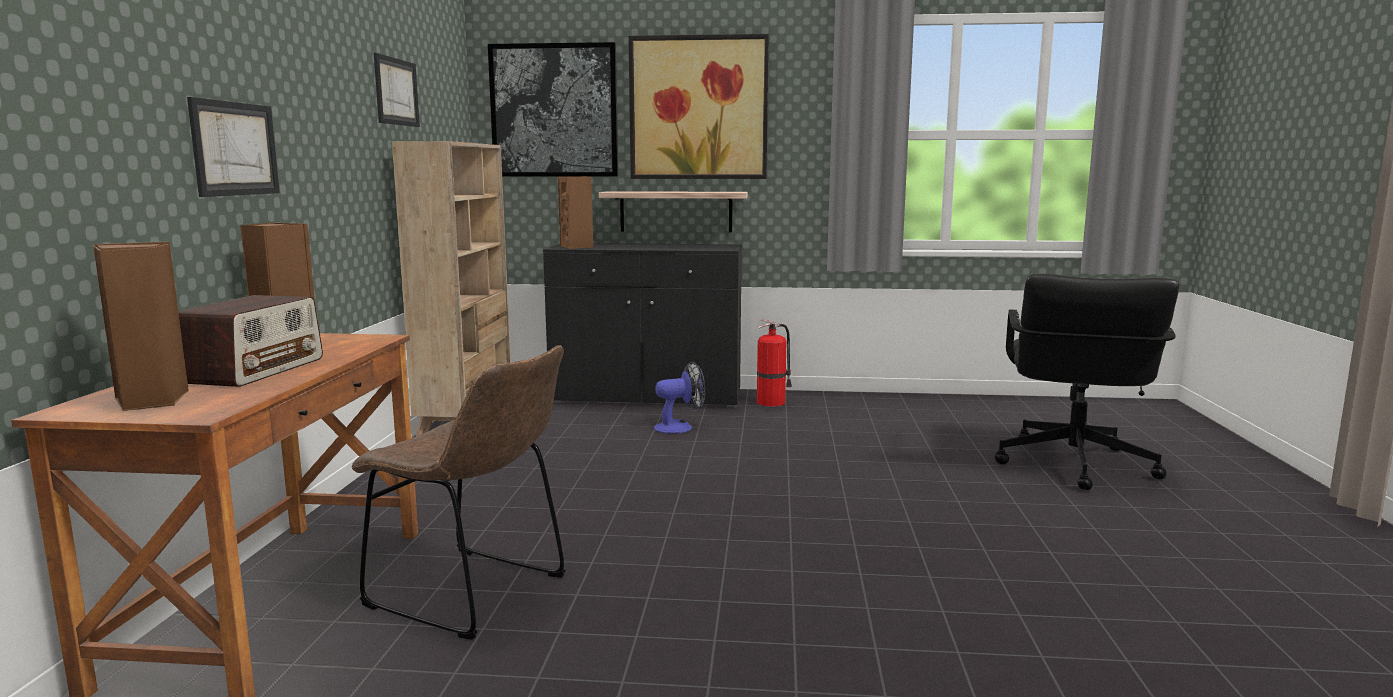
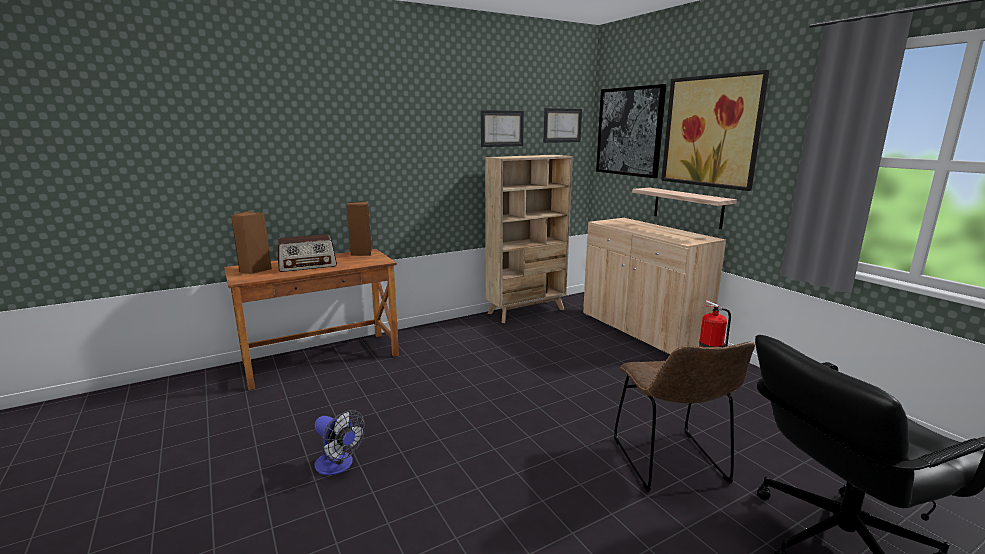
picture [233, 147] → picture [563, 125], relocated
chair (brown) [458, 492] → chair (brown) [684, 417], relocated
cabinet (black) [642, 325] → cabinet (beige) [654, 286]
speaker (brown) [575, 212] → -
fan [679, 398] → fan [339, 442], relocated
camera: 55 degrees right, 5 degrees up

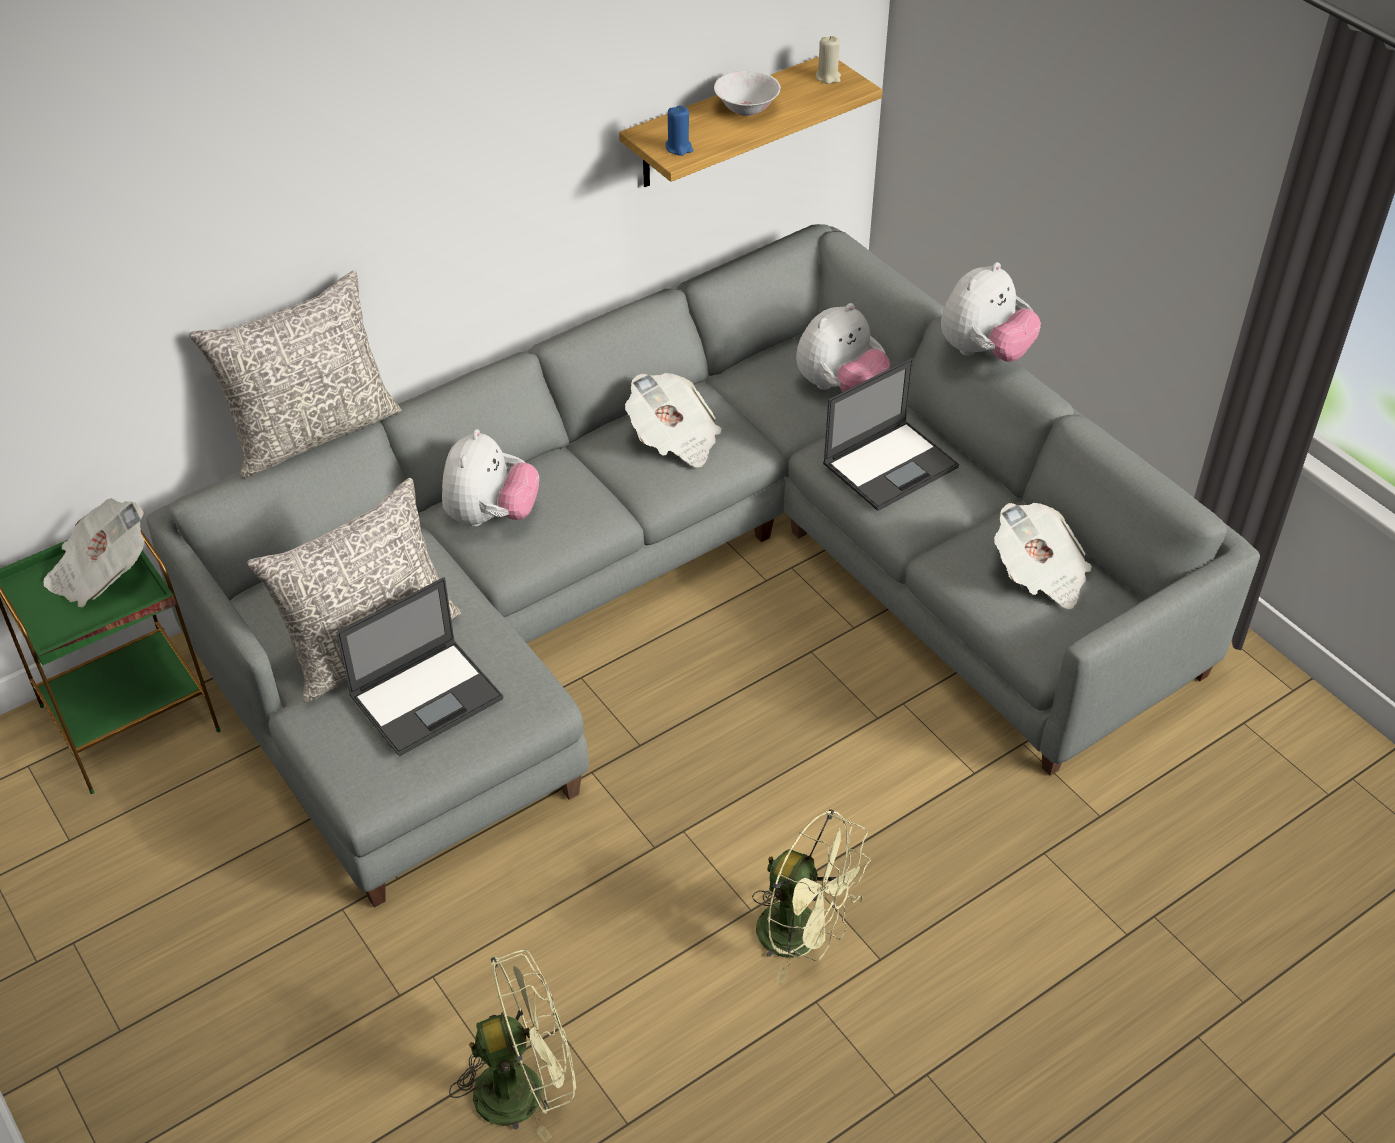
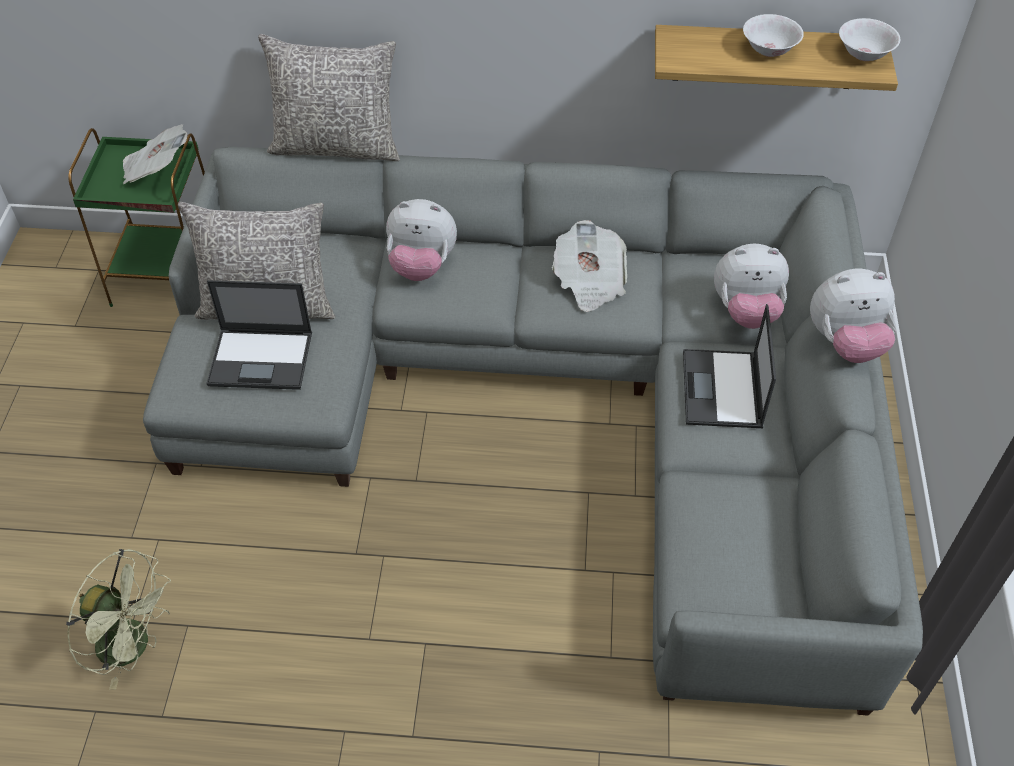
plush toy [490, 478] → plush toy [421, 240], 45 degrees clockwise
candle (blue) [679, 130] → -
fan (green) [811, 896] → -
candle (beige) [828, 60] → bowl (white) [869, 39]
laptop [891, 434] → laptop [729, 366], 90 degrees clockwise
newspaper [1043, 556] → -
camera: 40 degrees right, 5 degrees up

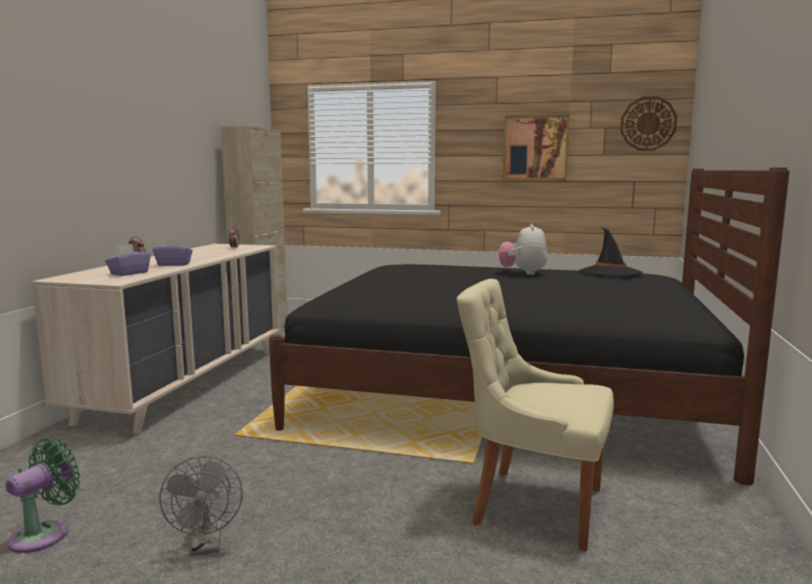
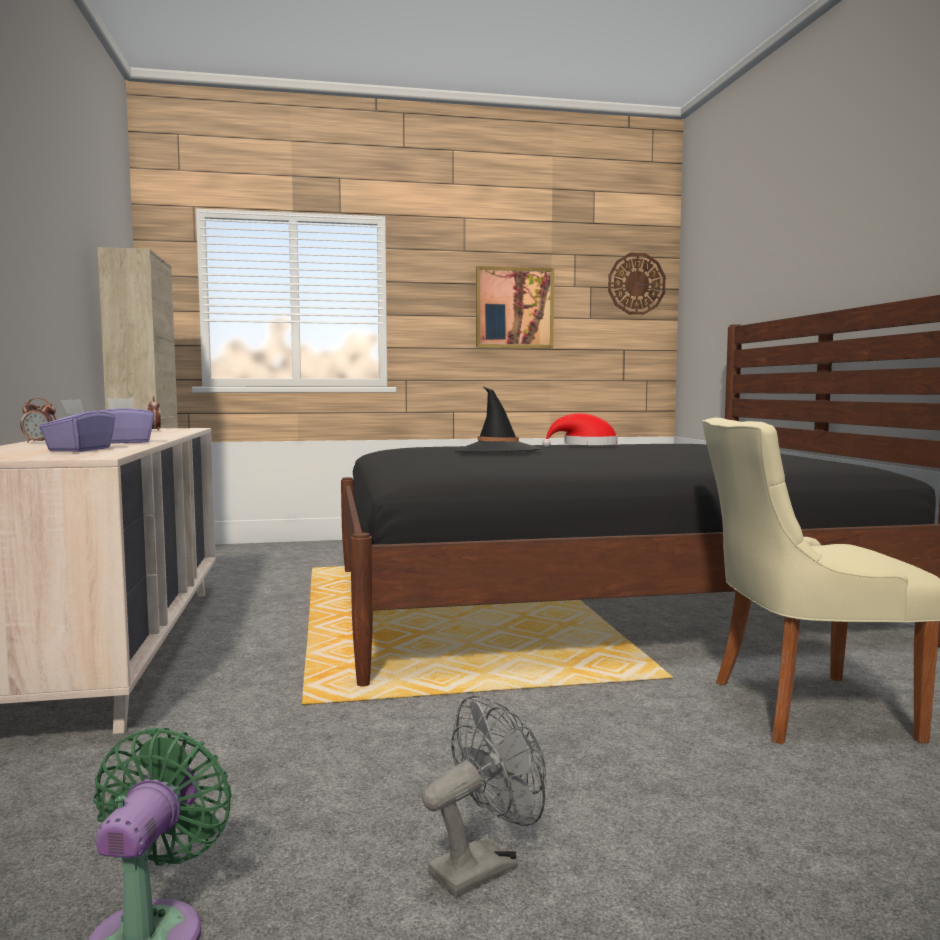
fan (grey) [201, 506] → fan (grey) [484, 795], 90 degrees counterclockwise
plush toy [523, 249] → hat (red) [580, 430]
hat (black) [610, 251] → hat (black) [498, 419], relocated
camera: 25 degrees left, 5 degrees down

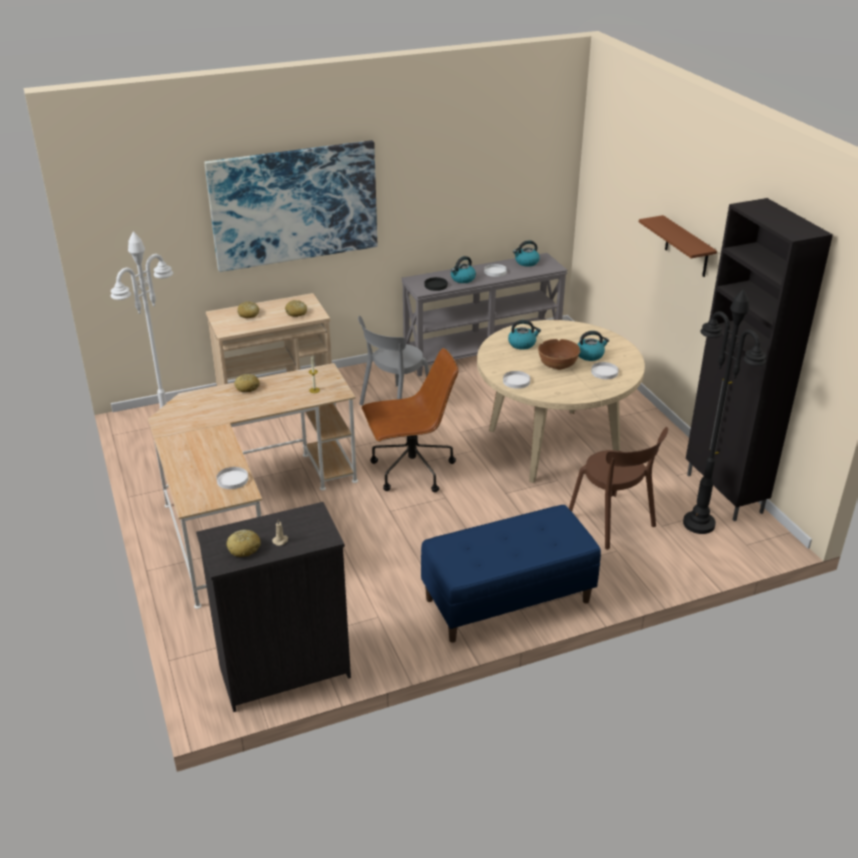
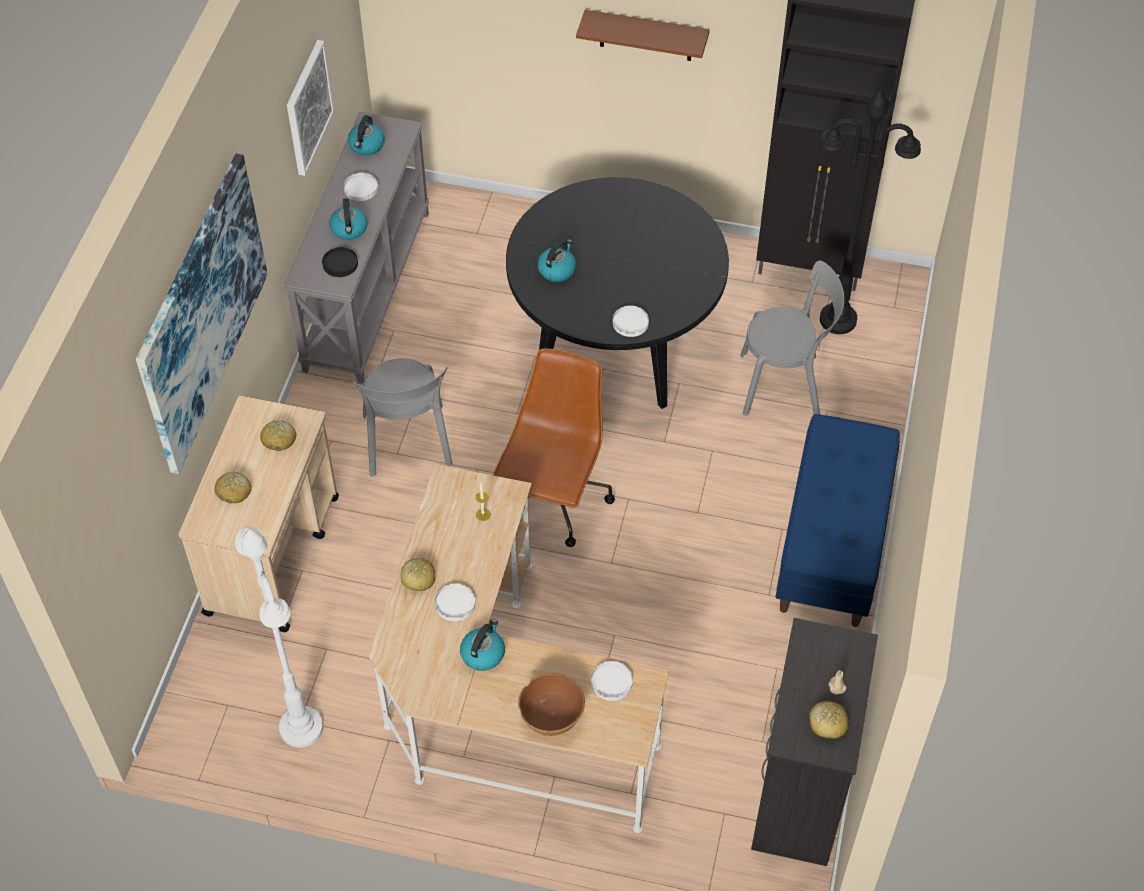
dining table (beige) [561, 401] → dining table (black) [617, 293]
bowl (brown) [559, 354] → bowl (brown) [551, 704], relocated
chair (brown) [618, 488] → chair (grey) [792, 338]
kettle [593, 346] → kettle [482, 644], relocated
plate (white) [605, 370] → plate (white) [455, 602], relocated
- → picture [310, 108]
camera: 55 degrees left, 20 degrees up

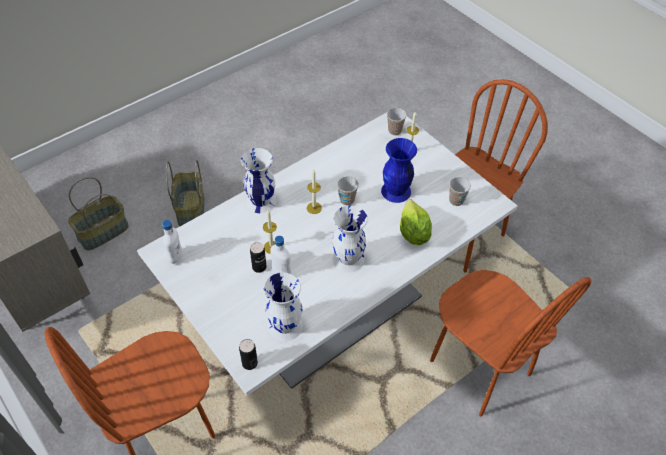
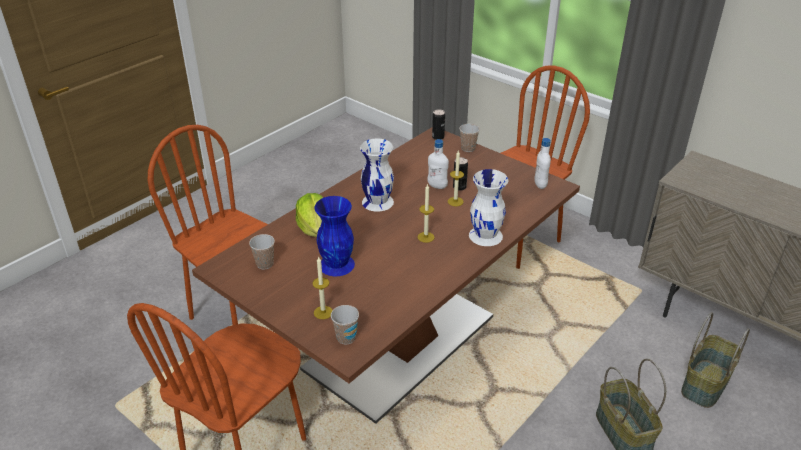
dining table (white) [327, 254] → dining table (brown) [386, 275]
vase (white) [283, 307] → -
cup [348, 190] → cup [469, 138], relocated
camera: 170 degrees right, 15 degrees down

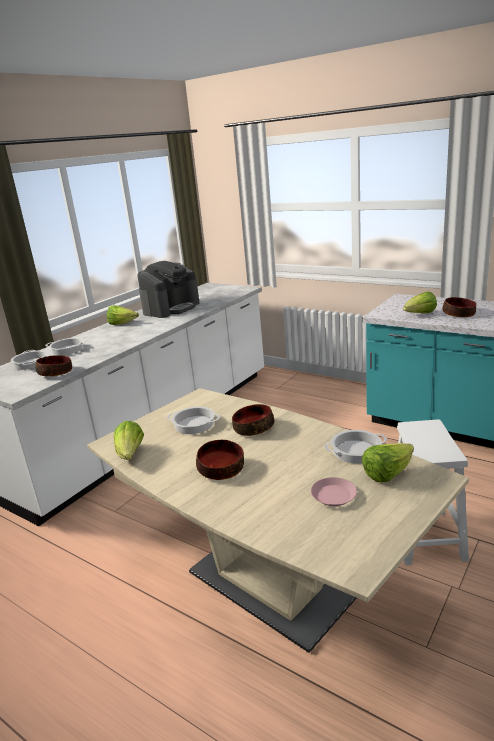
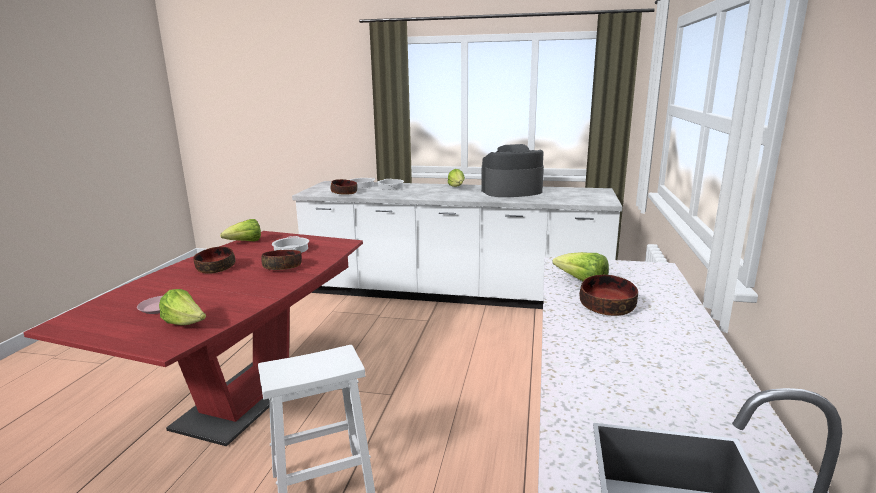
dining table (beige) [278, 520] → dining table (red) [193, 338]
coffee machine [168, 289] → coffee machine [512, 170], 150 degrees clockwise
cooking pot [355, 447] → -
camera: 65 degrees right, 5 degrees down

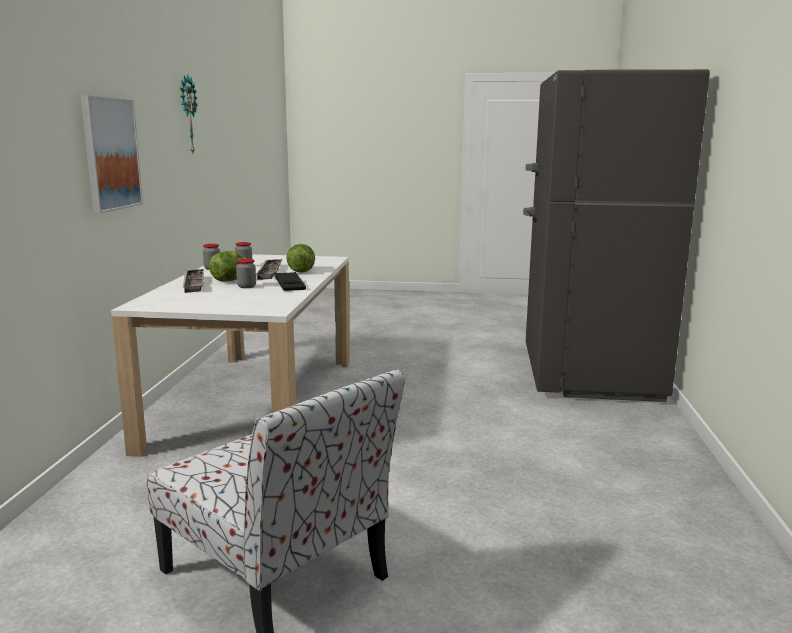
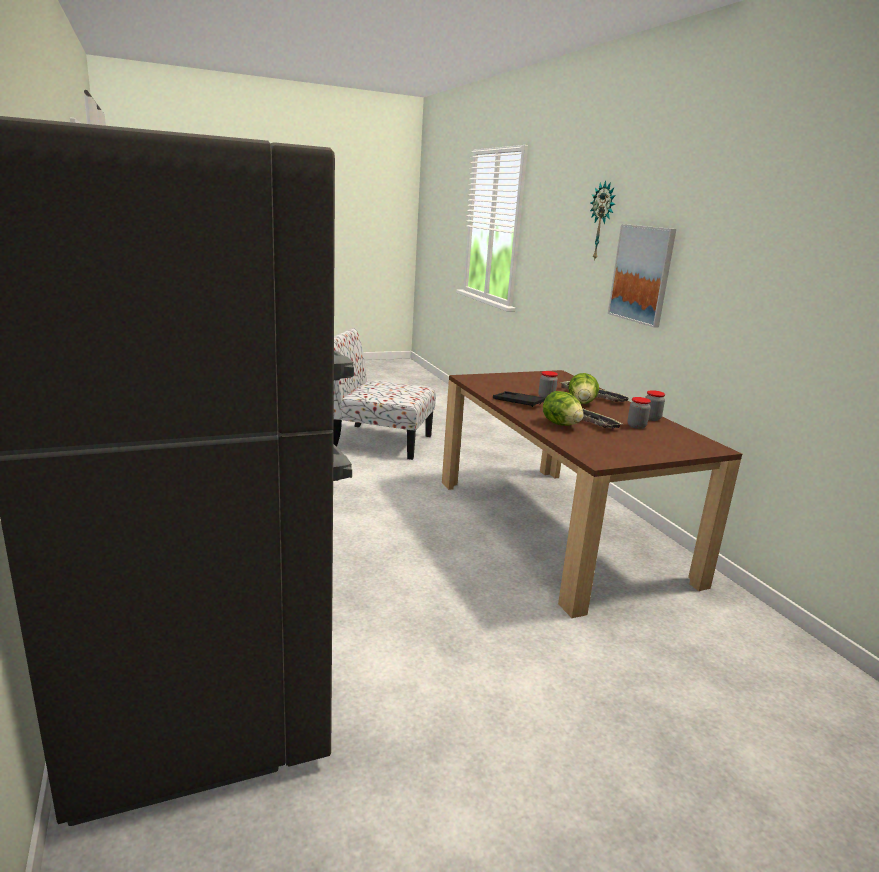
dining table (white) [230, 355] → dining table (brown) [592, 494]
wall clock [189, 114] → wall clock [603, 220], relocated
camera: 150 degrees right, 5 degrees up

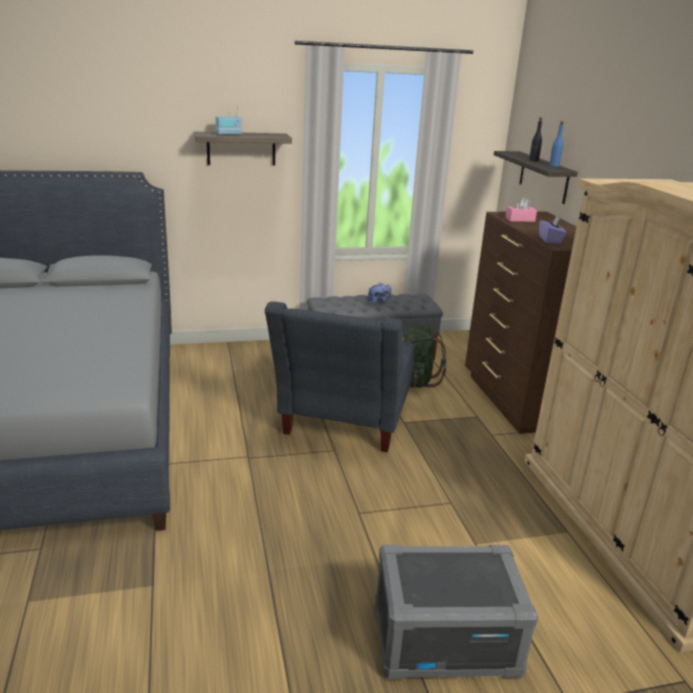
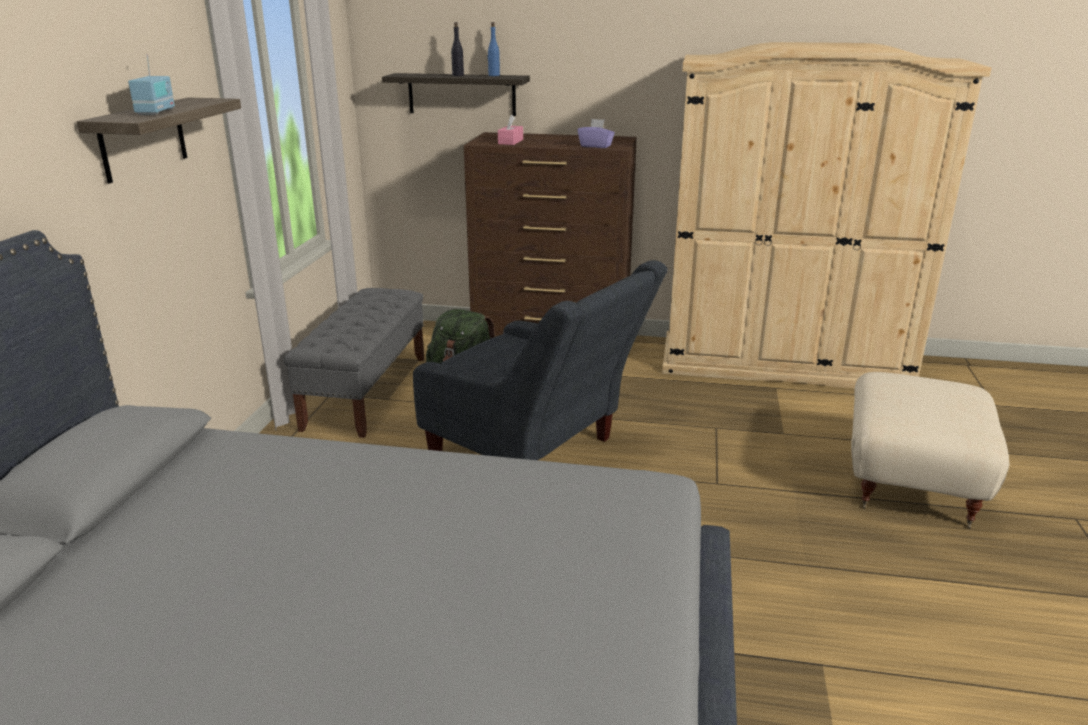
plush toy [380, 293] → -
storage box (grey) [456, 612] → ottoman (beige) [930, 450]
camera: 65 degrees left, 0 degrees up

